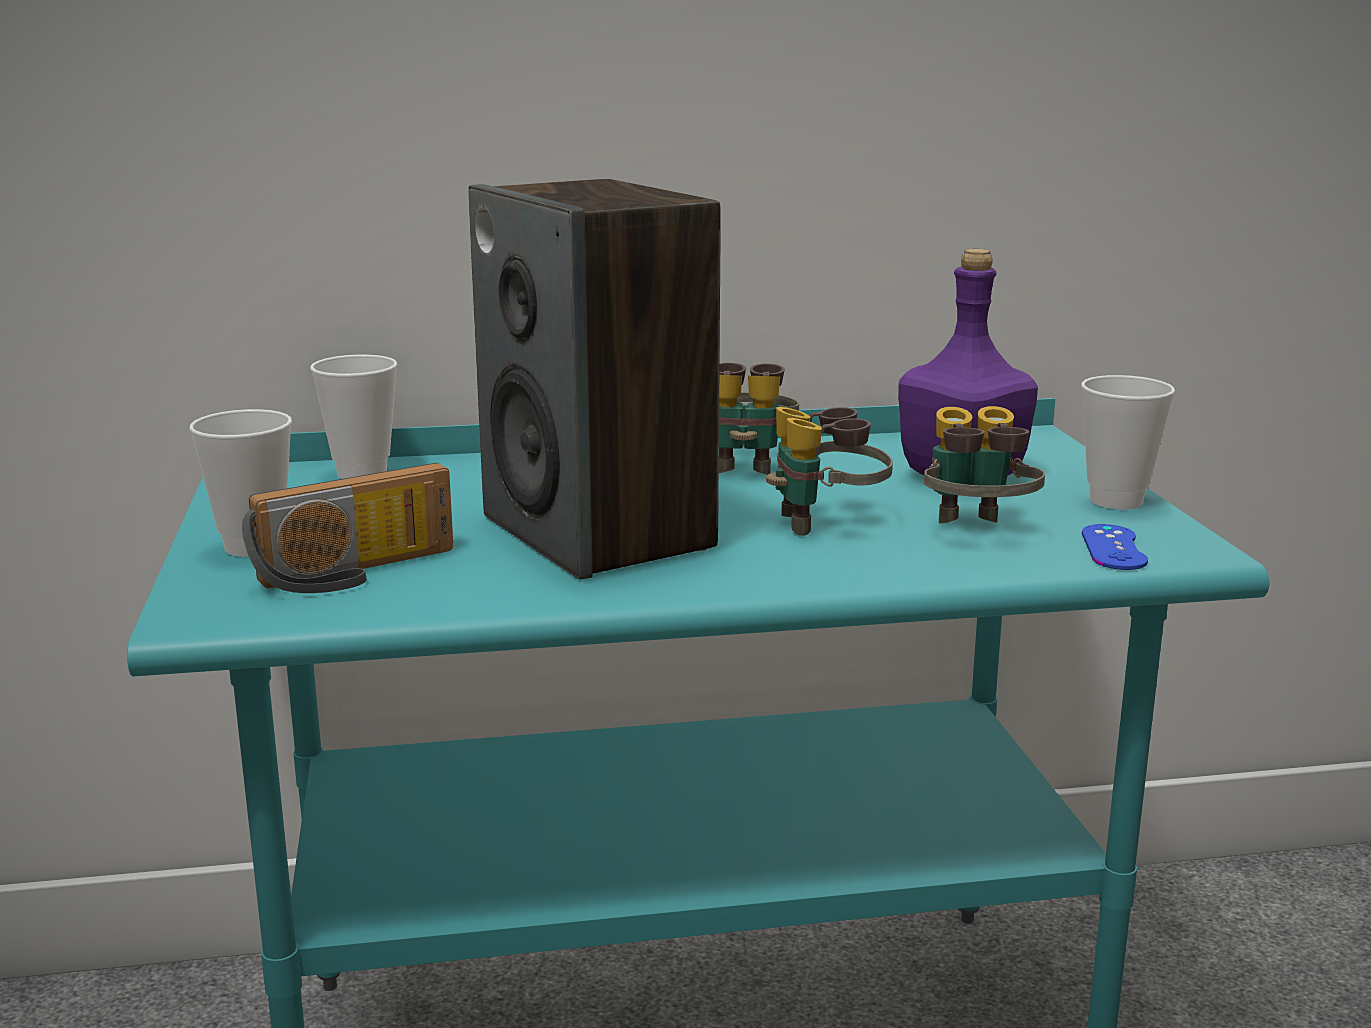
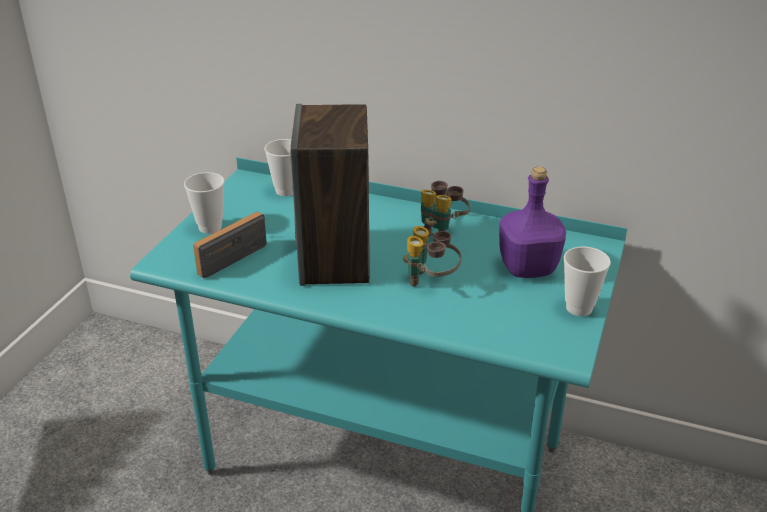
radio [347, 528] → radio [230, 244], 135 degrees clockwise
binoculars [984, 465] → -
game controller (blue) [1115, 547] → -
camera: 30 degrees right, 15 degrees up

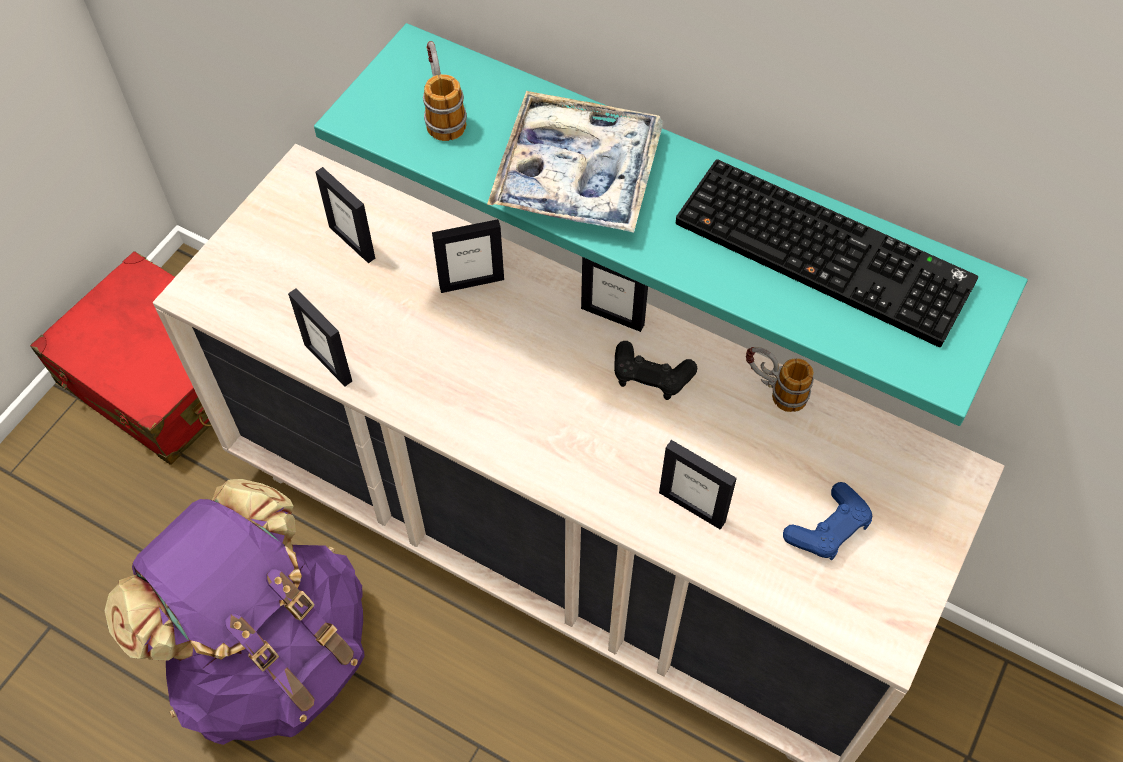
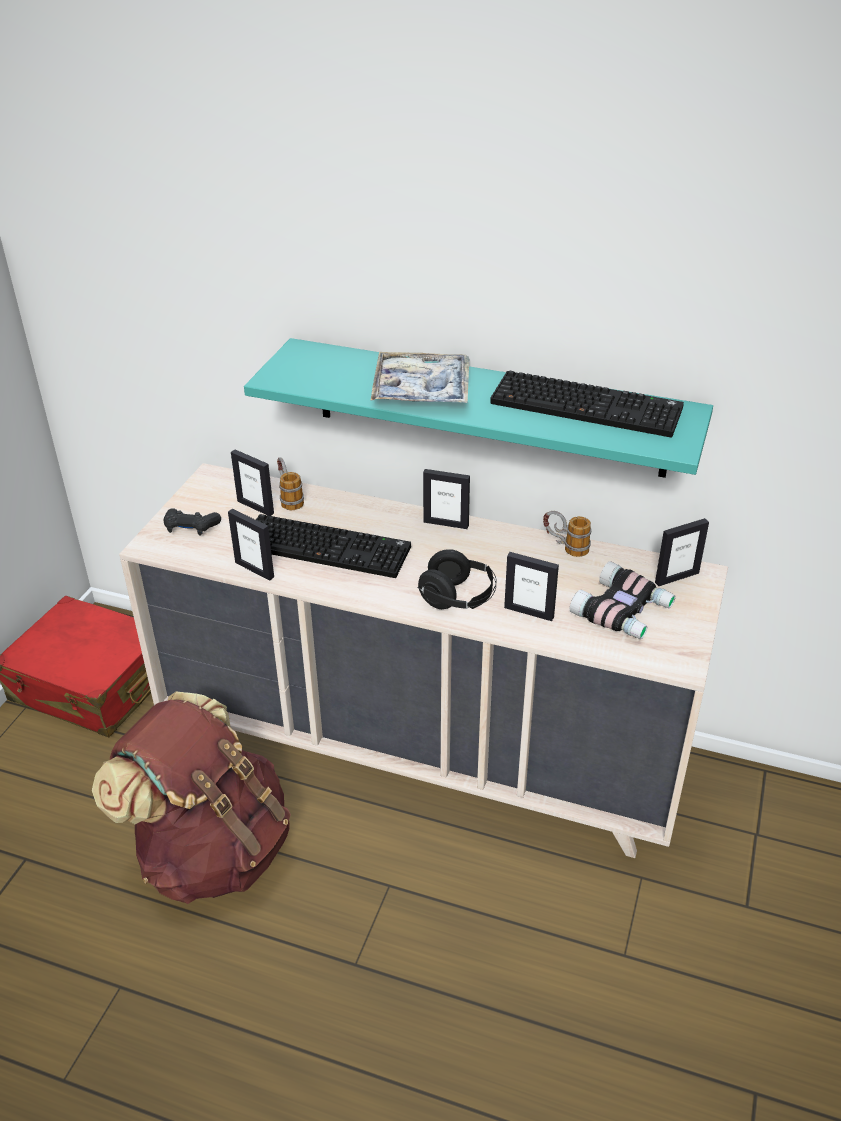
backpack (purple) [235, 612] → backpack (brown) [191, 798]
mug [445, 91] → mug [290, 483], relocated
picture frame [468, 256] → picture frame [682, 552], relocated
game controller (black) [655, 370] → game controller (black) [192, 521], relocated
game controller (blue) [827, 521] → binoculars [623, 600]
- → keyboard [333, 546]
- → headphones (black) [457, 579]
camera: 10 degrees left, 20 degrees down

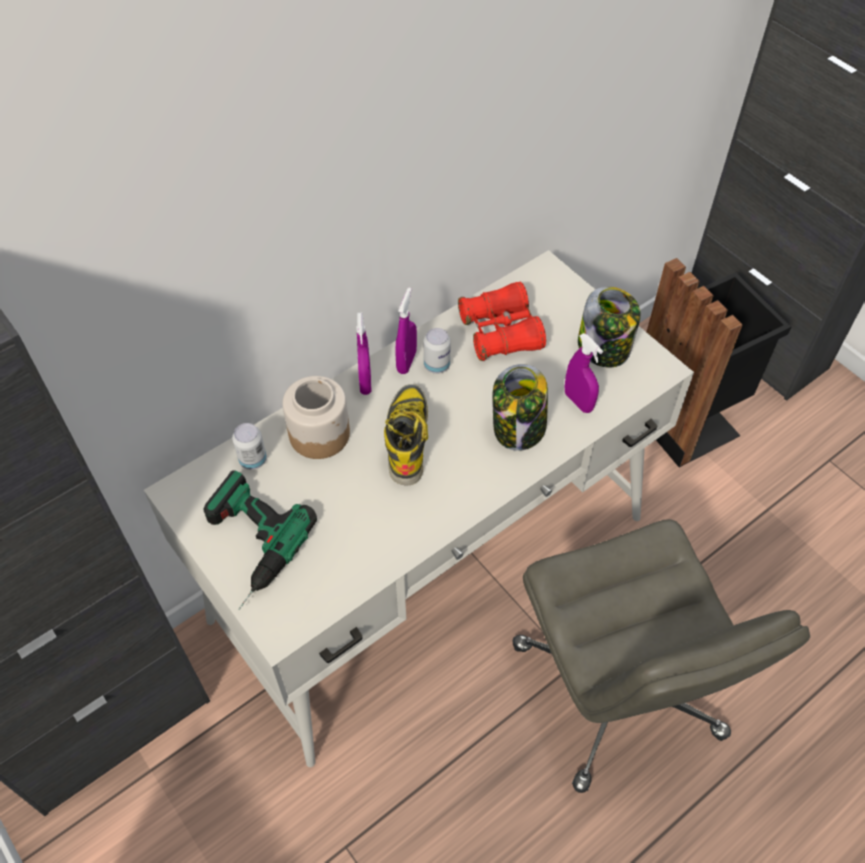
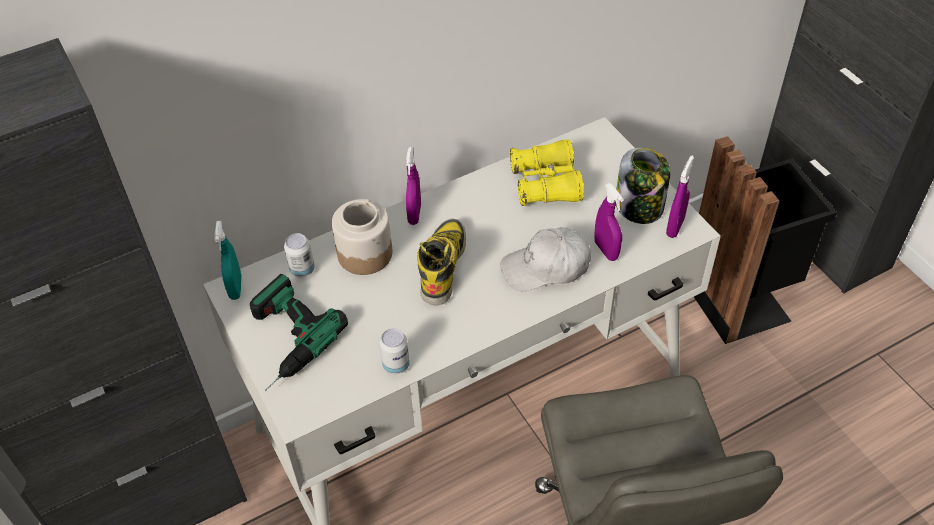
spray bottle (purple) [406, 331] → spray bottle (purple) [680, 197], relocated
can [437, 351] → can [394, 351], relocated
binoculars (red) [502, 321] → binoculars (yellow) [547, 172]
jar [520, 407] → cap (white) [546, 259]
- → spray bottle (turquoise) [228, 260]
camera: 10 degrees right, 5 degrees down

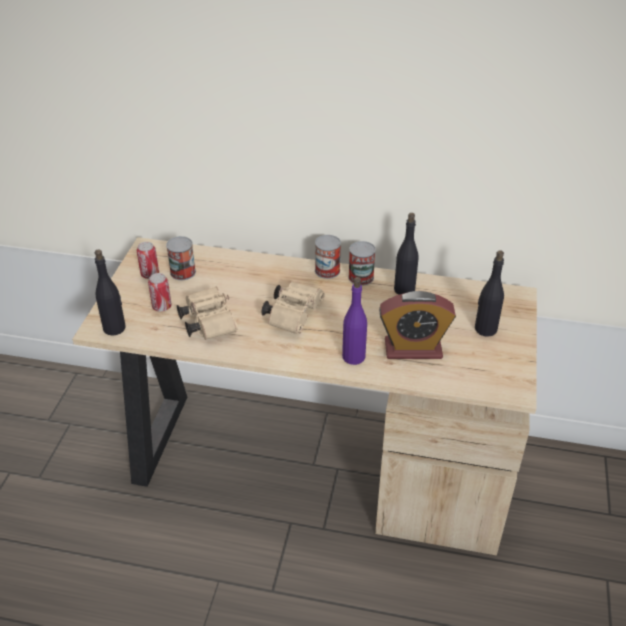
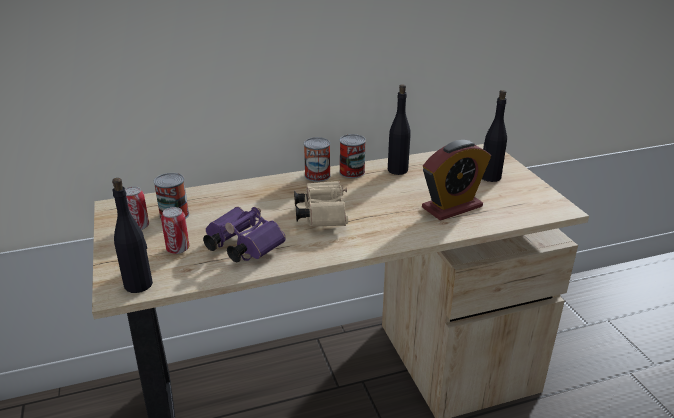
binoculars (beige) [207, 313] → binoculars (purple) [244, 234]
bottle (purple) [354, 321] → -
camera: 30 degrees left, 10 degrees down

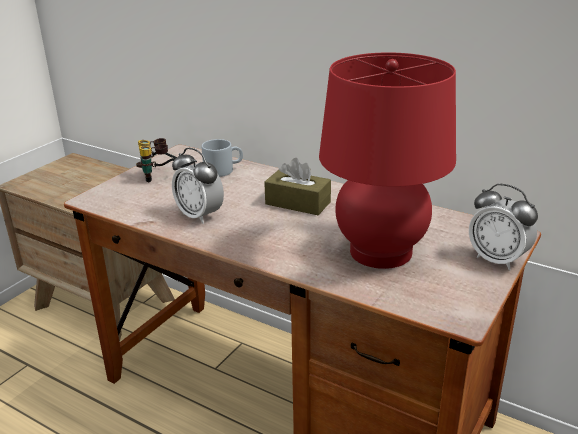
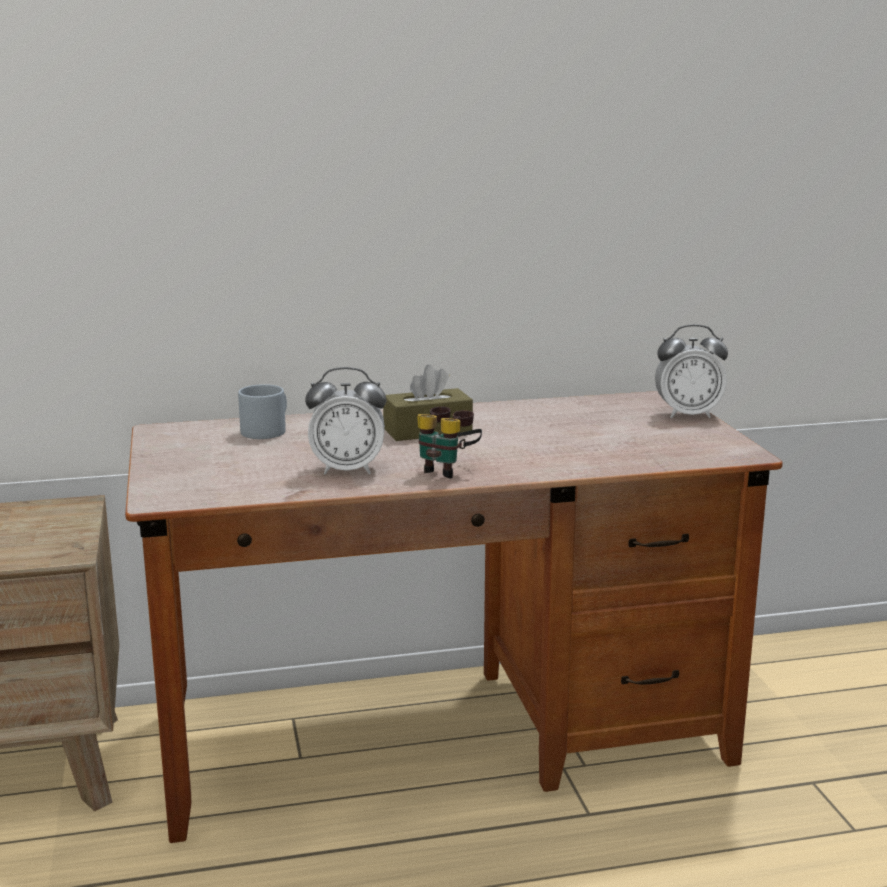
binoculars [156, 160] → binoculars [449, 442], relocated
table lamp (red) [387, 160] → -
camera: 45 degrees left, 10 degrees down

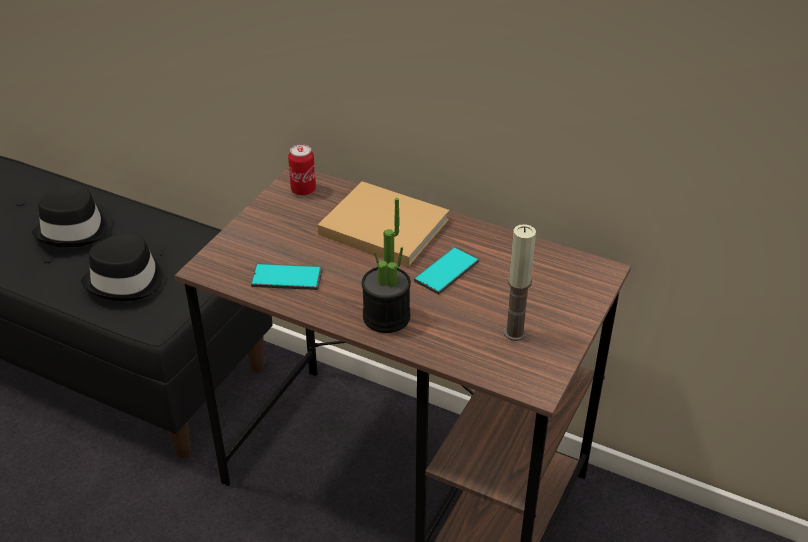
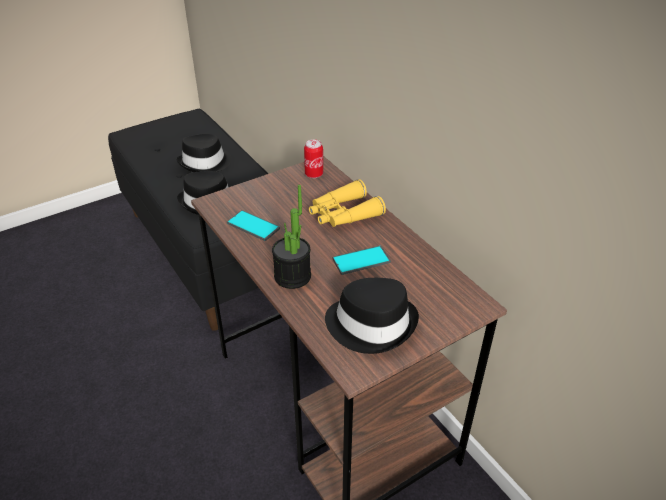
book (beige) [383, 224] → binoculars (yellow) [347, 203]
candle [520, 282] → hat (black) [372, 316]
camera: 30 degrees right, 0 degrees up

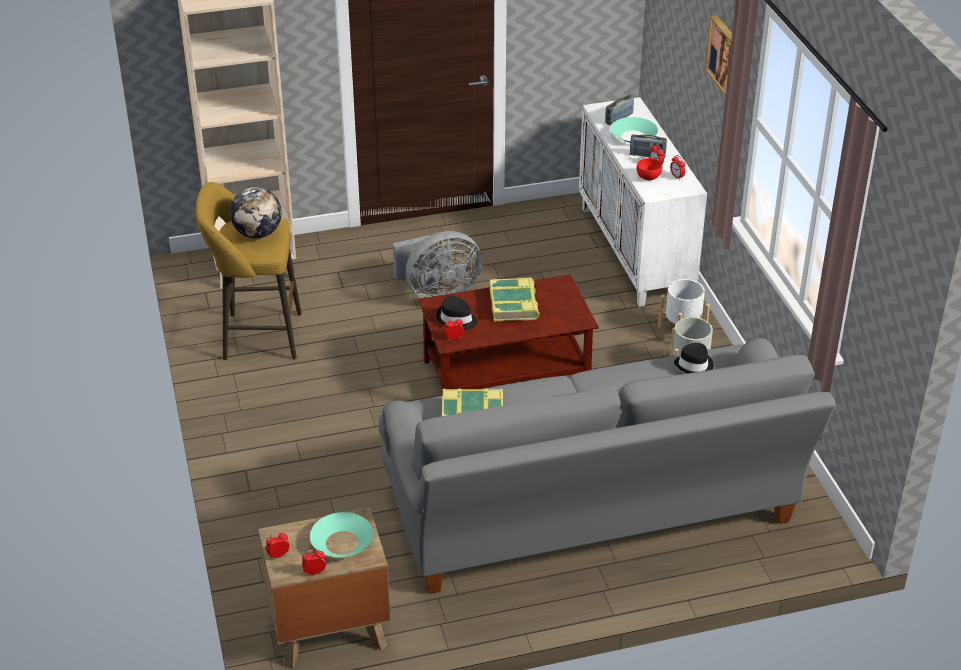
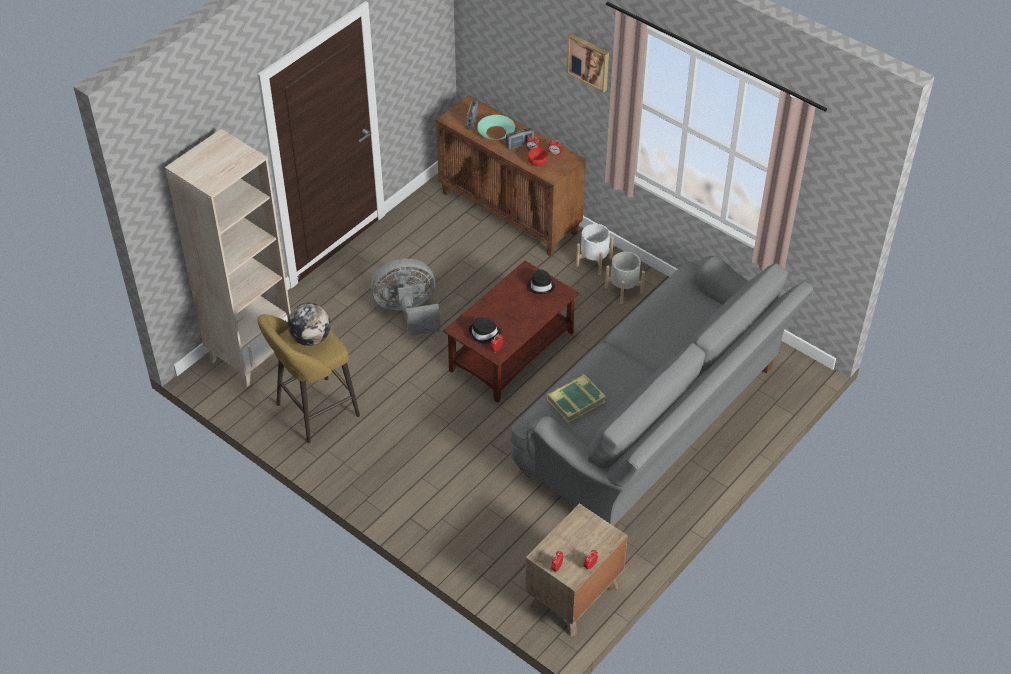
bowl (turquoise) [341, 534] → -
fan (grey) [437, 264] → fan (grey) [405, 297], 135 degrees counterclockwise
book [515, 299] → -
cabinet (white) [643, 202] → cabinet (brown) [511, 175]
hat (black) [693, 358] → hat (black) [541, 281], relocated
camera: 35 degrees left, 10 degrees up

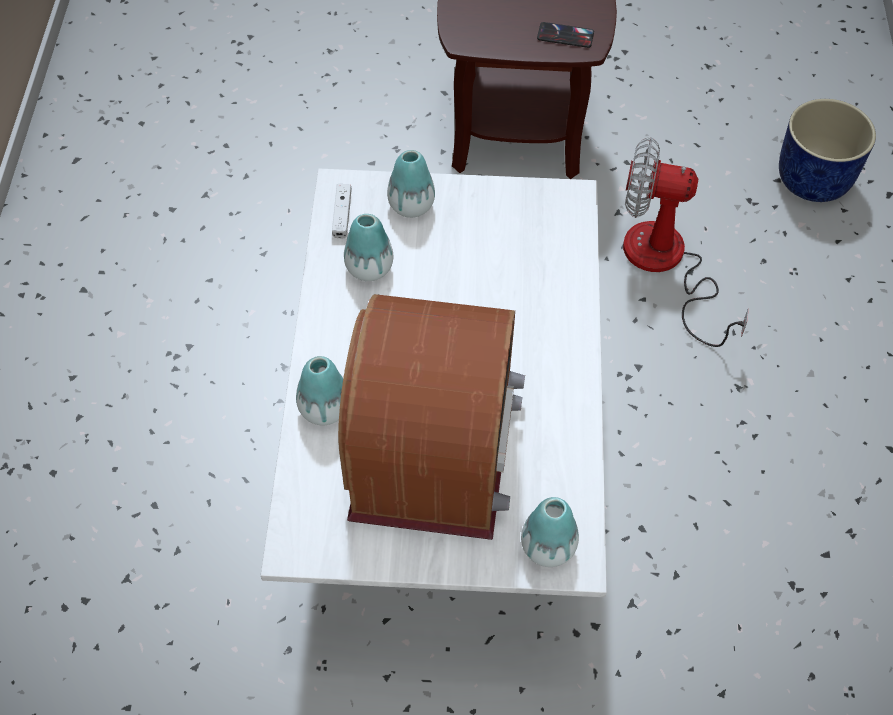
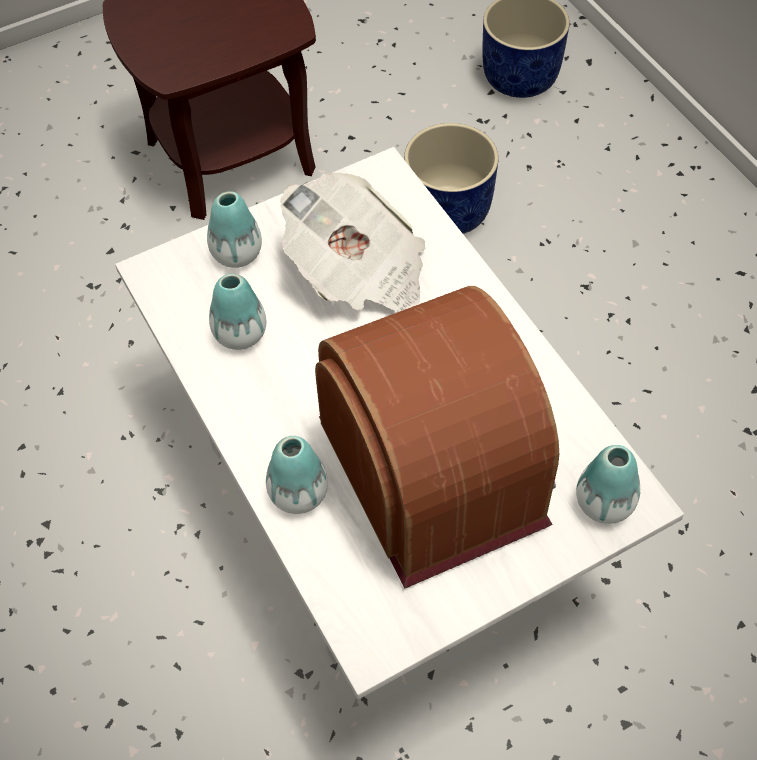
game controller (white) [342, 211] → -
phone [565, 35] → -
fan [686, 242] → planter (blue) [451, 178]
- → newspaper [352, 242]
camera: 30 degrees left, 0 degrees up

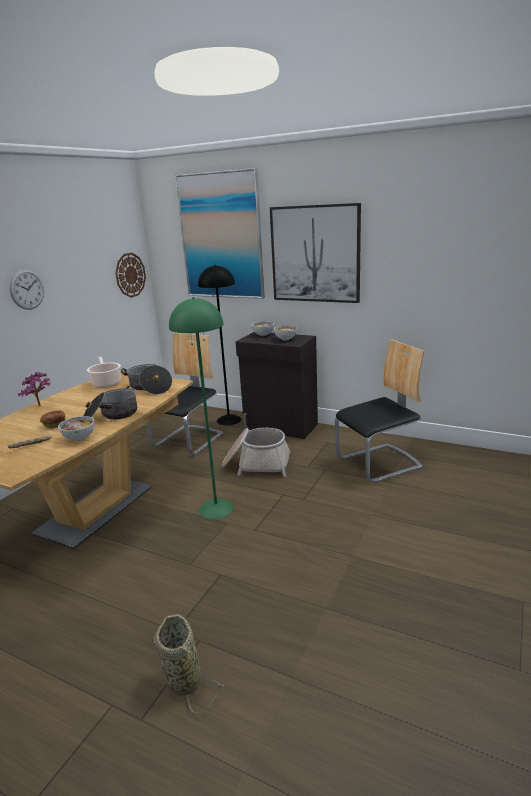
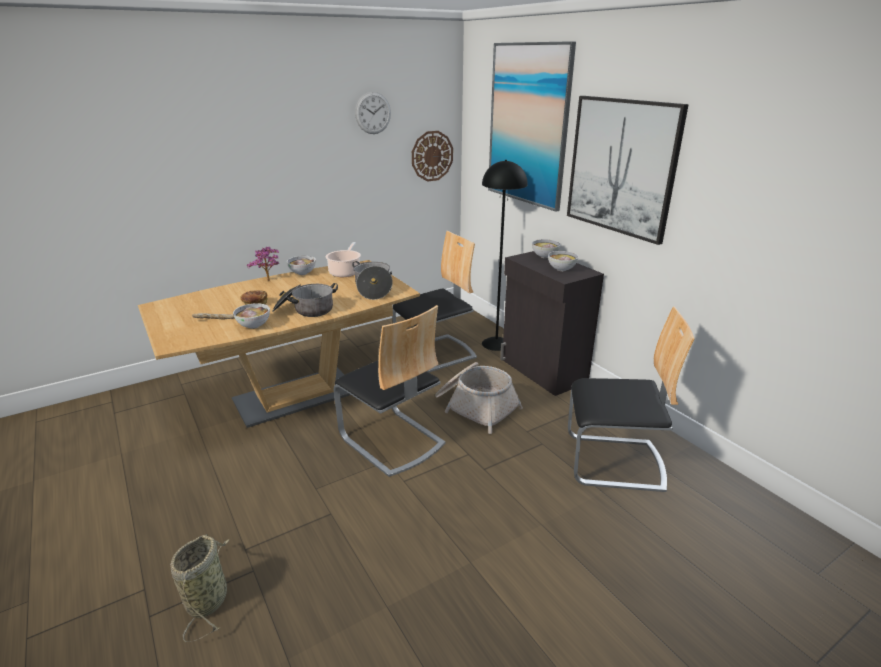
wall clock [26, 289] → wall clock [373, 113], relocated
floor lamp (green) [201, 408] → chair [389, 391]
- → bowl [301, 265]
camera: 30 degrees right, 5 degrees up

